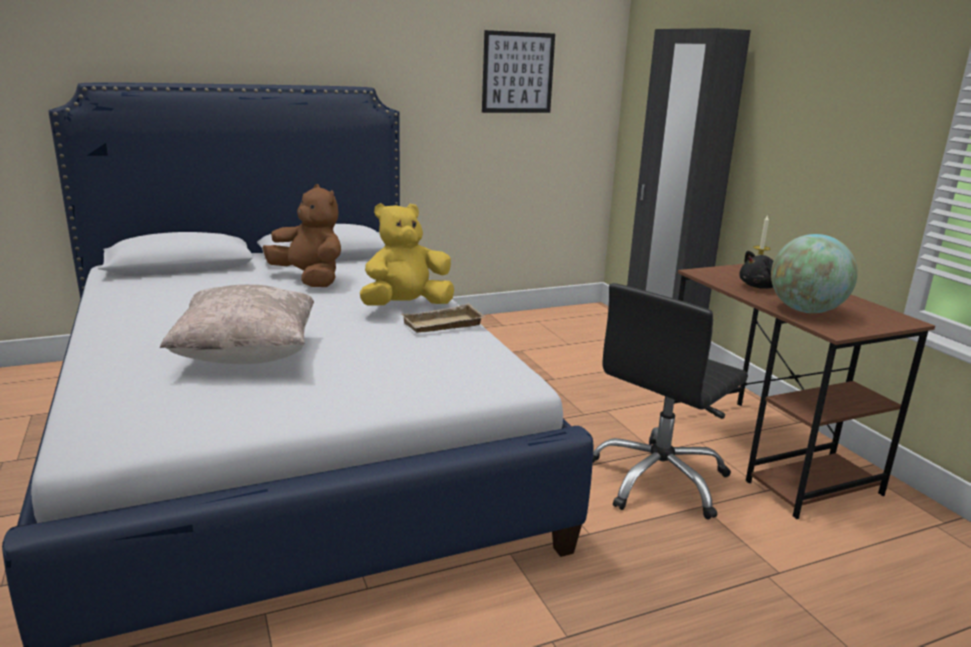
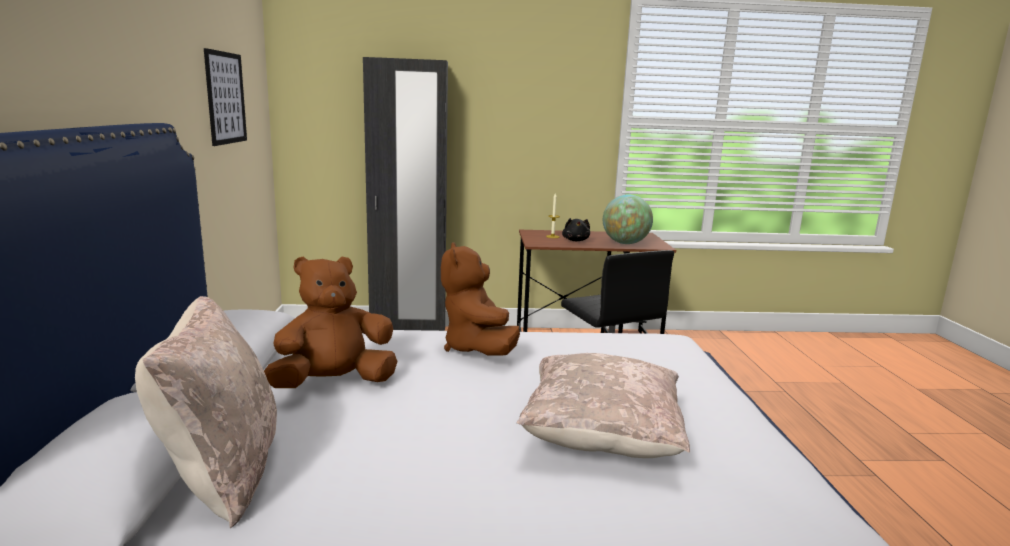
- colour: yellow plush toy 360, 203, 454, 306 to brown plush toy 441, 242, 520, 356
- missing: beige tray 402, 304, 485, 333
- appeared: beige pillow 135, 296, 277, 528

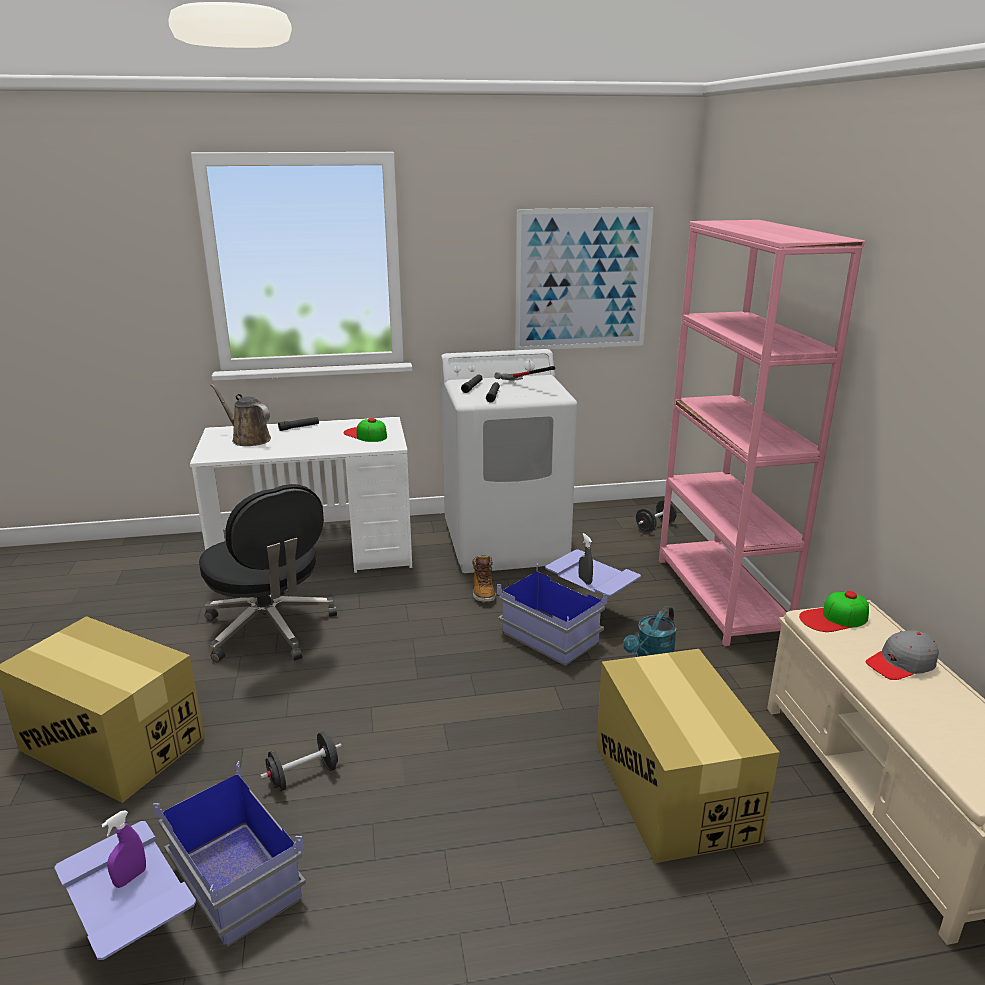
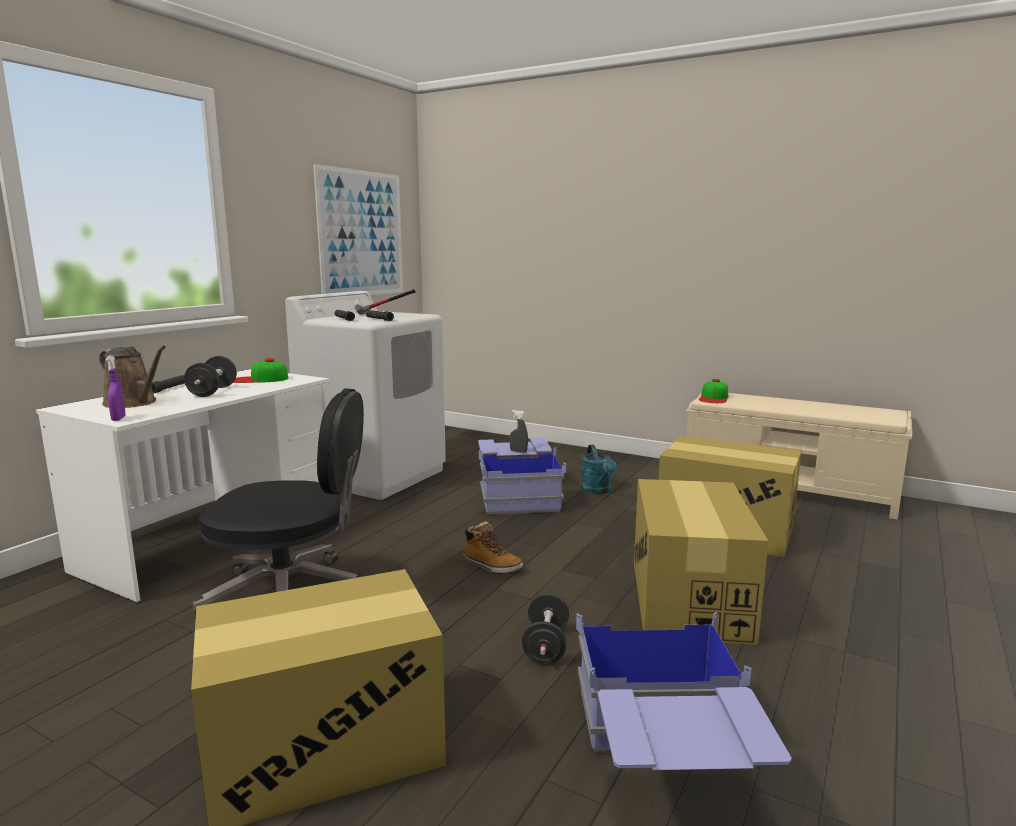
- missing: pink bookcase 659, 220, 865, 646
- spun: brown watering can 211, 384, 271, 446 = 99, 346, 166, 408 135 degrees counterclockwise
- relocated: black dumbbell 636, 500, 677, 532 to 184, 356, 237, 397
- relocated: boot 472, 556, 496, 602 to 463, 522, 523, 574
- missing: grey cap 865, 630, 939, 680
- relocated: purple spray bottle 101, 810, 146, 888 to 106, 355, 125, 421
- appeared: cardboard box 634, 479, 768, 645

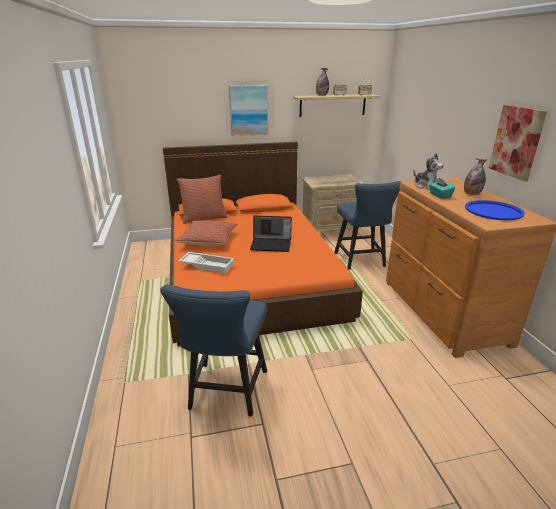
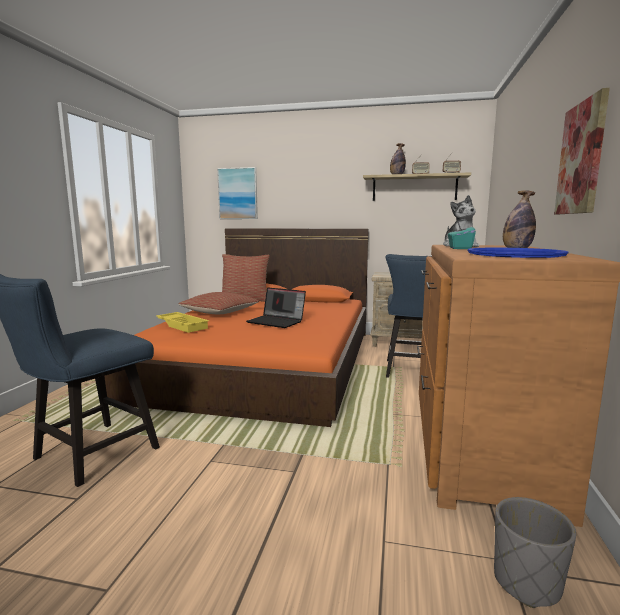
- relocated: picture 229, 85, 268, 136 to 217, 167, 258, 219
- colour: white tray 179, 252, 234, 273 to yellow tray 157, 312, 209, 333
- appeared: grey planter 494, 497, 576, 608

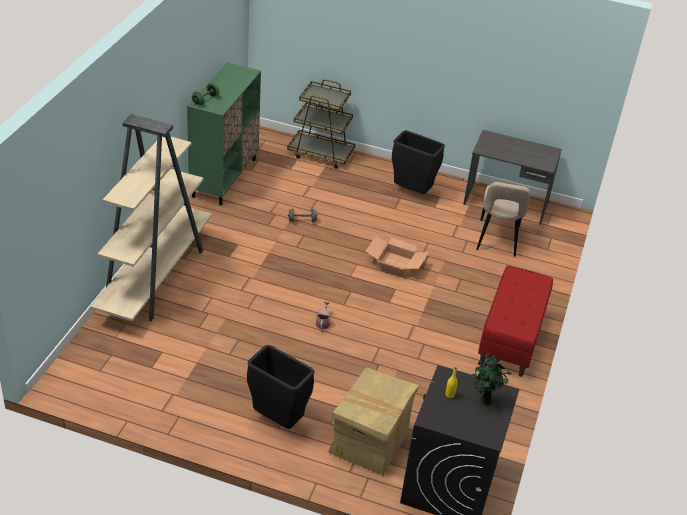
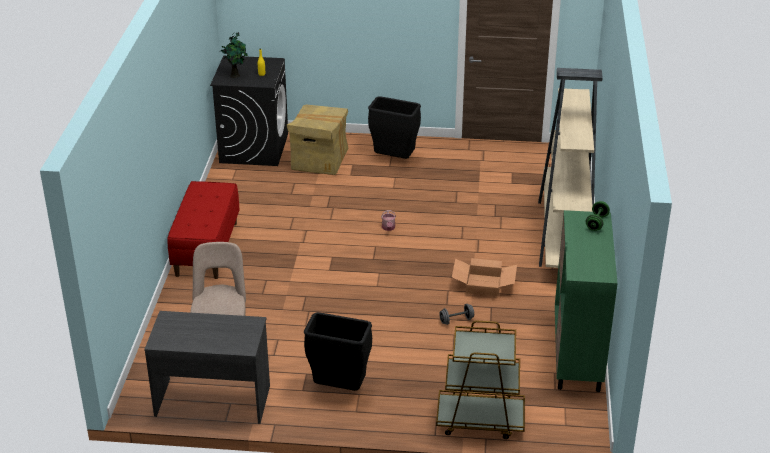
- relocated: cardboard box 366, 235, 429, 277 to 452, 258, 517, 296

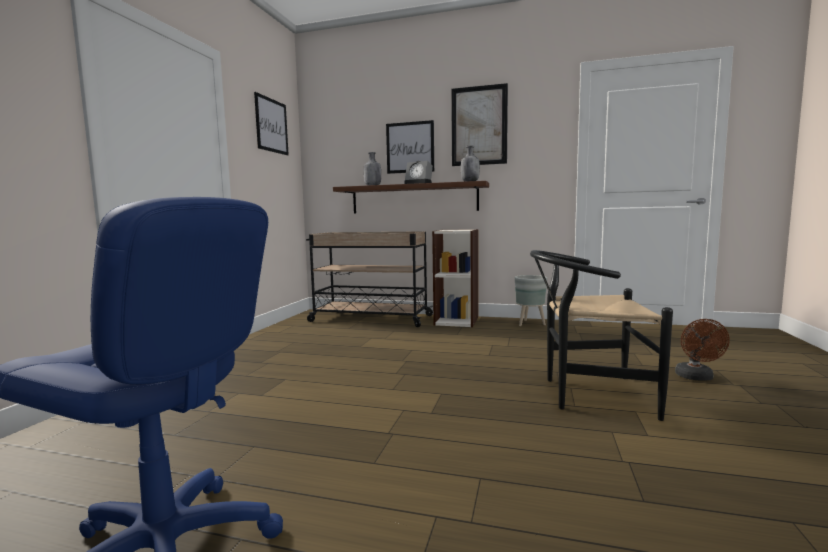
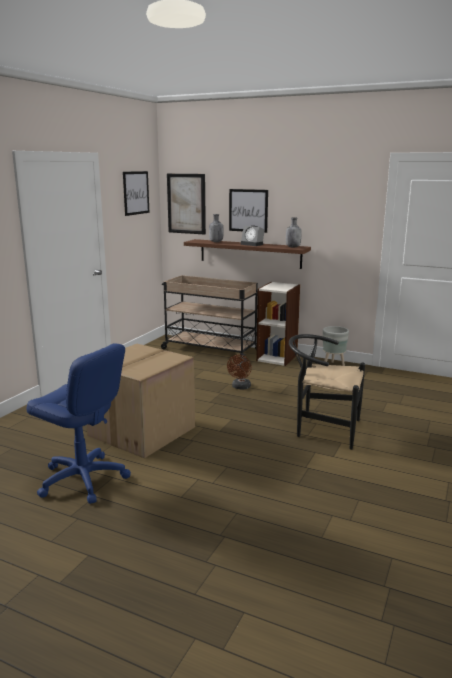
- relocated: picture 451, 83, 508, 166 to 167, 174, 206, 235
- relocated: brown fan 675, 319, 730, 381 to 227, 355, 252, 389
- appeared: cardboard box 87, 344, 195, 458

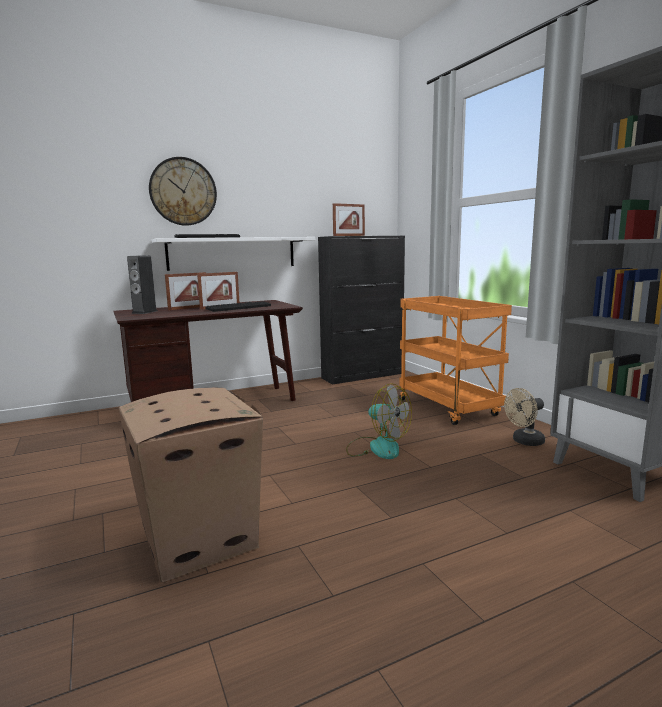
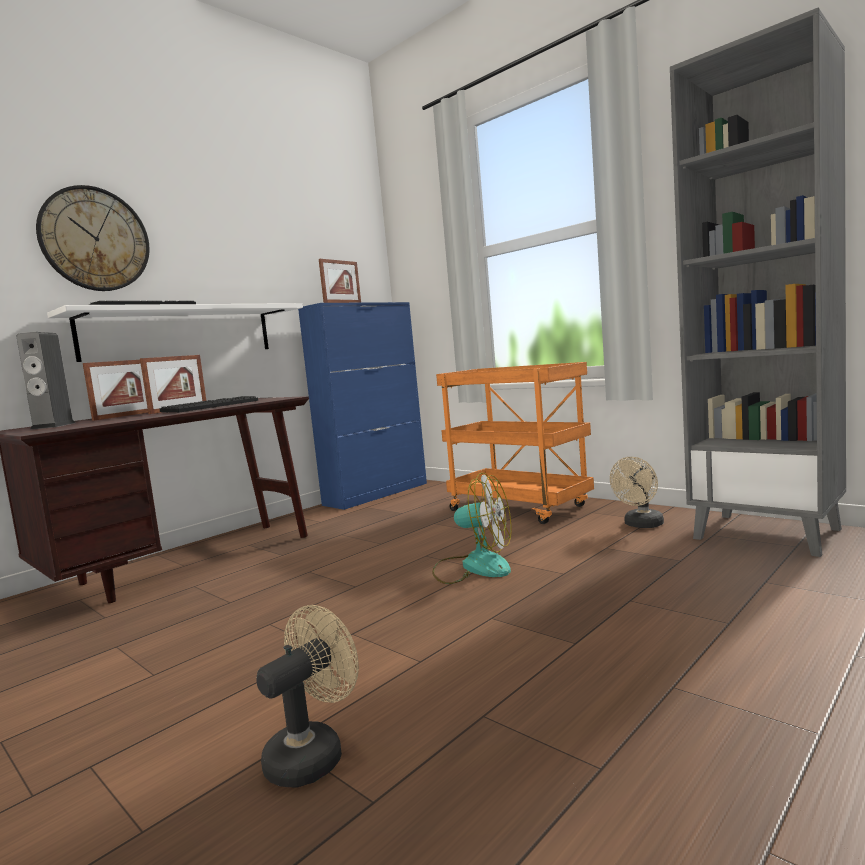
- colour: black cabinet 318, 236, 405, 385 to blue cabinet 298, 302, 427, 510
- exchanged: cardboard box 119, 388, 263, 582 to beige fan 256, 605, 359, 787

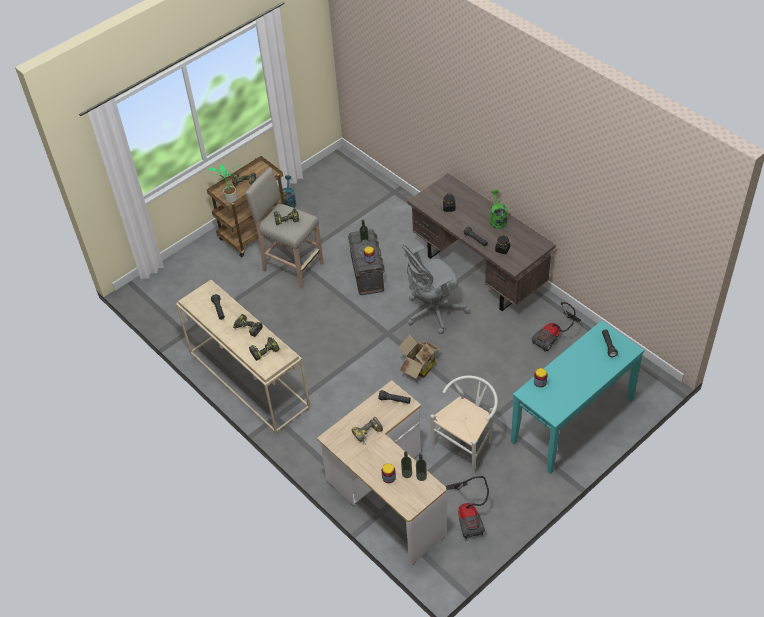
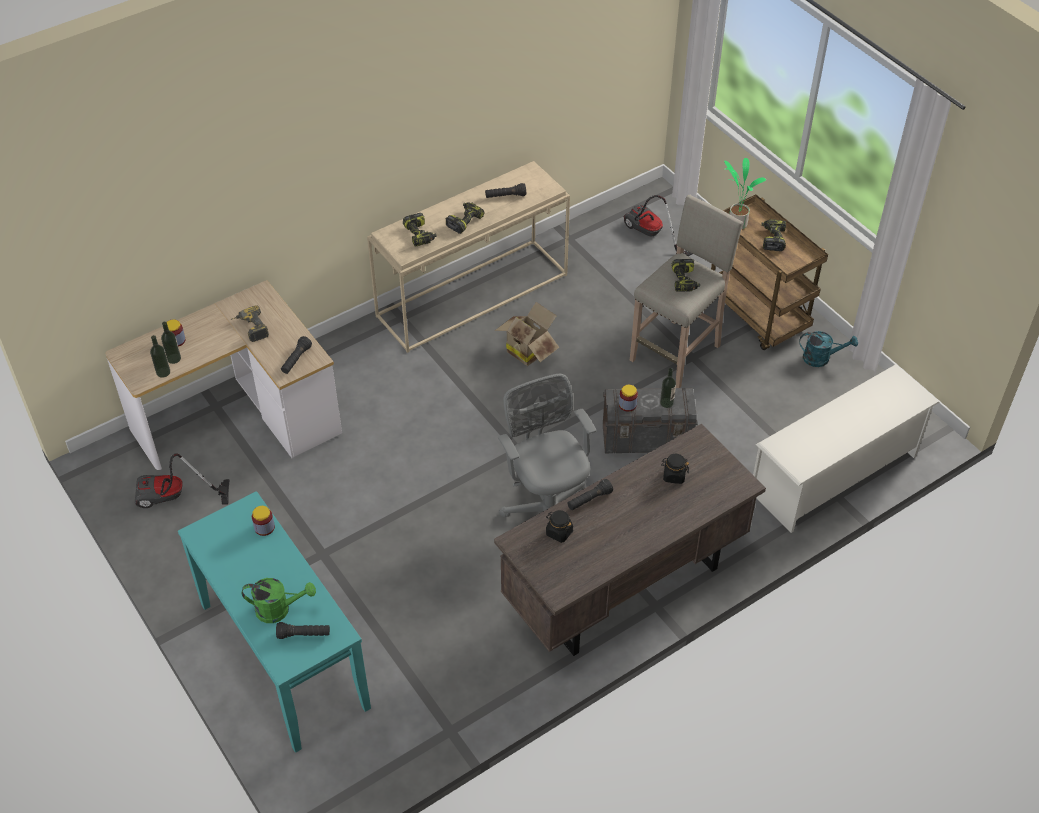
- relocated: green watering can 490, 190, 508, 229 to 242, 578, 316, 623
- relocated: vacuum cleaner 532, 302, 581, 352 to 623, 195, 693, 256
- relocated: cardboard box 398, 334, 440, 378 to 495, 302, 559, 366
- missing: white chair 430, 375, 498, 473
- appeared: white shoe rack 753, 364, 940, 533

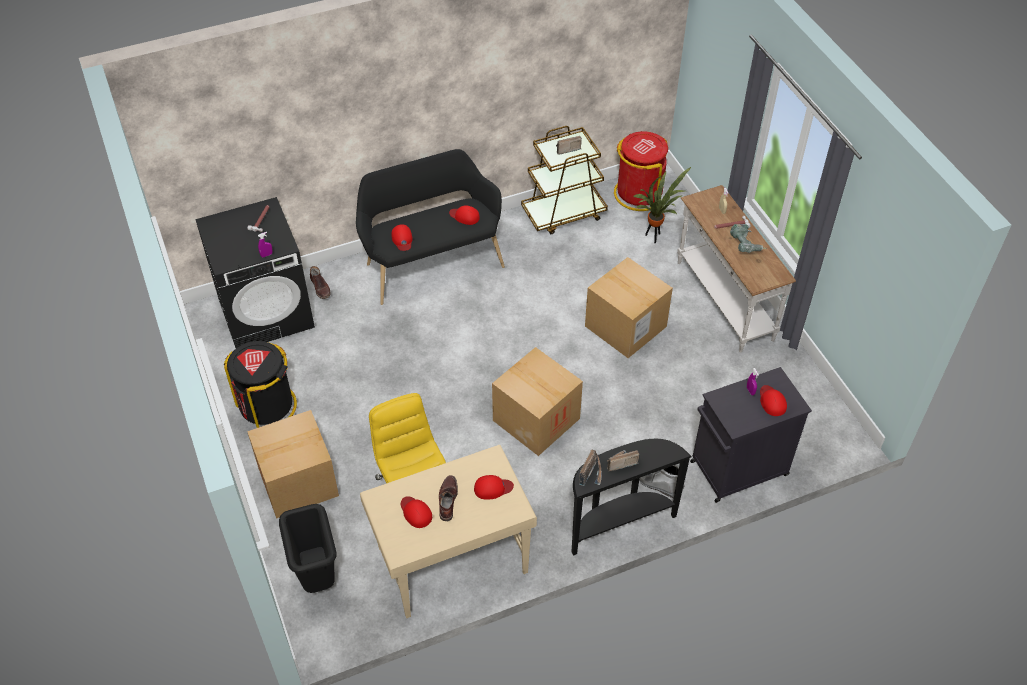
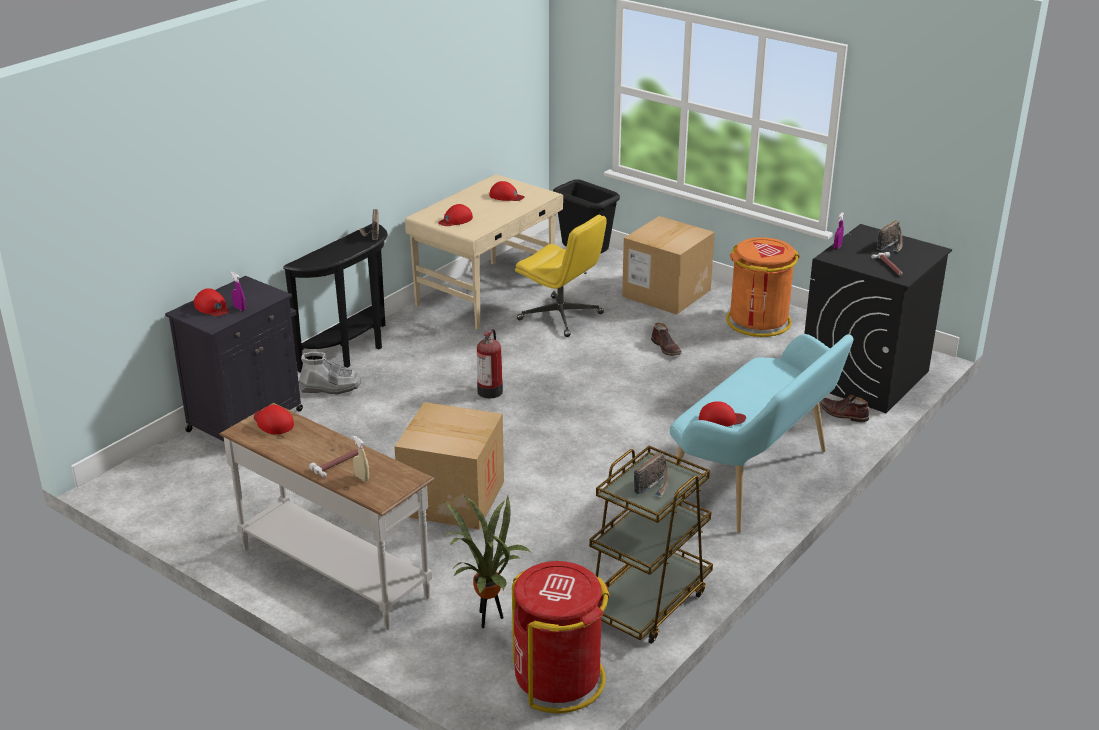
- colour: black bench 356, 149, 505, 305 to turquoise bench 670, 334, 853, 533
- relocated: red cap 392, 224, 413, 251 to 254, 405, 294, 435
- missing: power drill 730, 224, 767, 253
- colour: black trash can 224, 341, 297, 428 to orange trash can 726, 237, 800, 337
- exchanged: cardboard box 492, 347, 583, 456 to fire extinguisher 477, 329, 503, 398
- relocated: radio 607, 450, 640, 472 to 877, 220, 903, 252
- relocated: brown boot 439, 475, 458, 521 to 651, 323, 682, 356

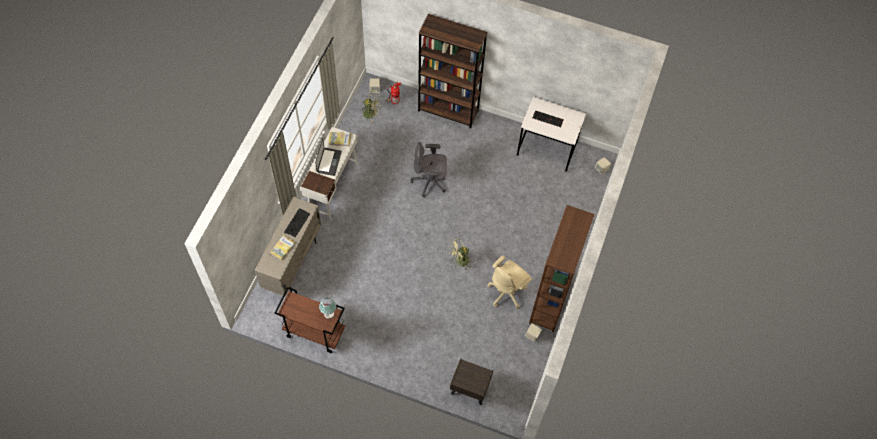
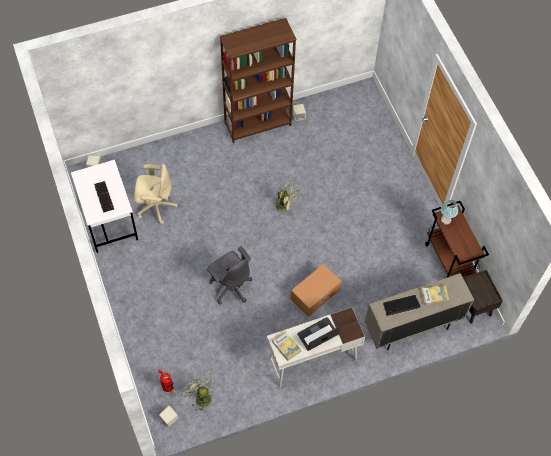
- missing: brown bookcase 418, 14, 488, 129
- relocated: beige office chair 487, 255, 532, 309 to 134, 164, 177, 224
- relocated: brown nightstand 450, 358, 493, 405 to 463, 270, 503, 323
- appeared: cardboard box 291, 264, 342, 317

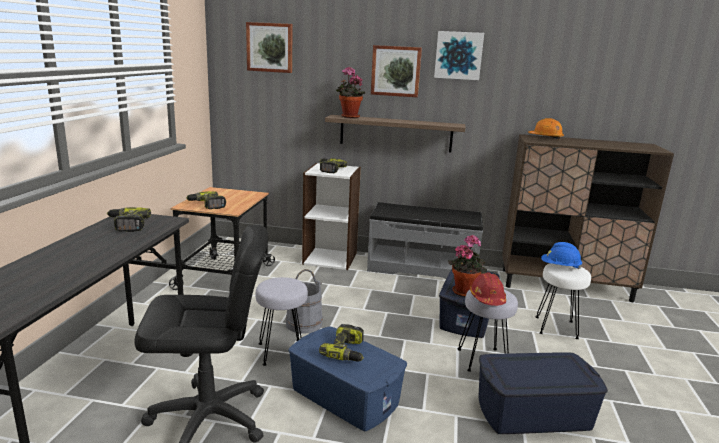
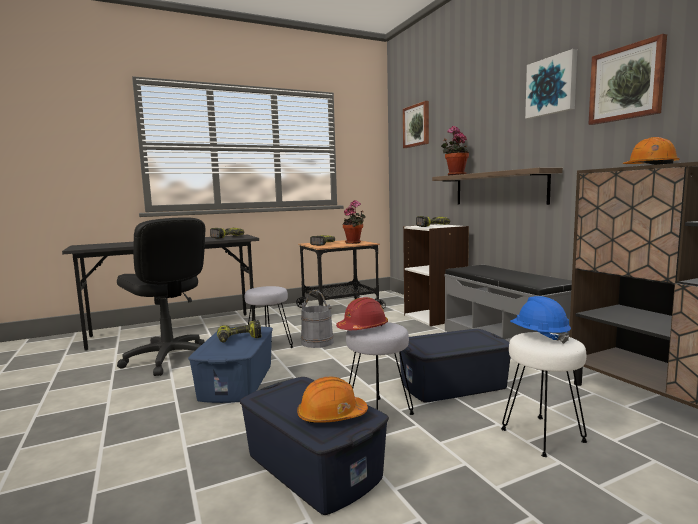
- relocated: picture 371, 45, 422, 98 to 588, 34, 667, 125
- relocated: potted plant 448, 234, 487, 297 to 343, 200, 366, 244
- appeared: orange hard hat 297, 376, 368, 423

